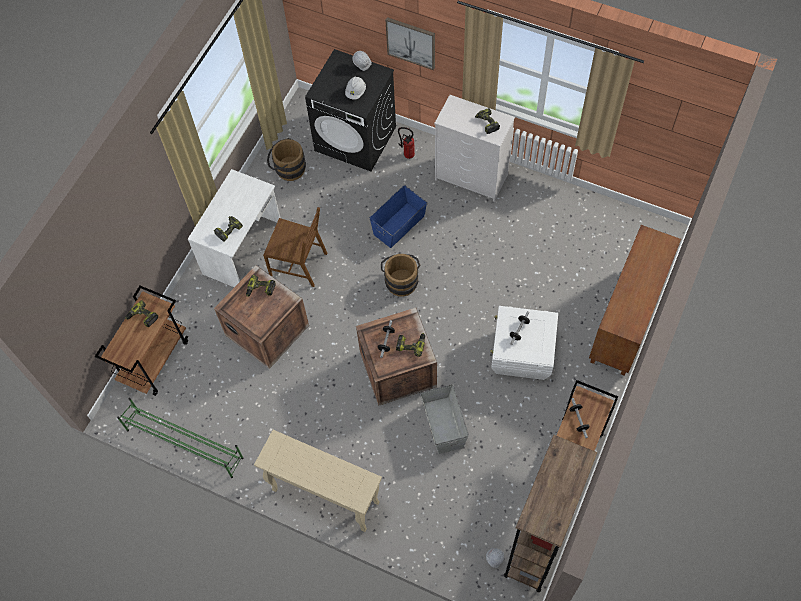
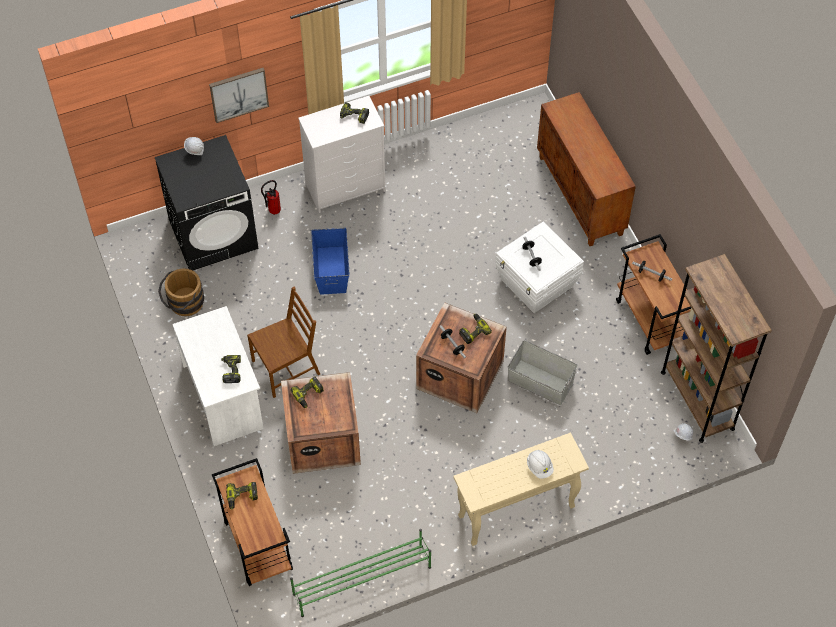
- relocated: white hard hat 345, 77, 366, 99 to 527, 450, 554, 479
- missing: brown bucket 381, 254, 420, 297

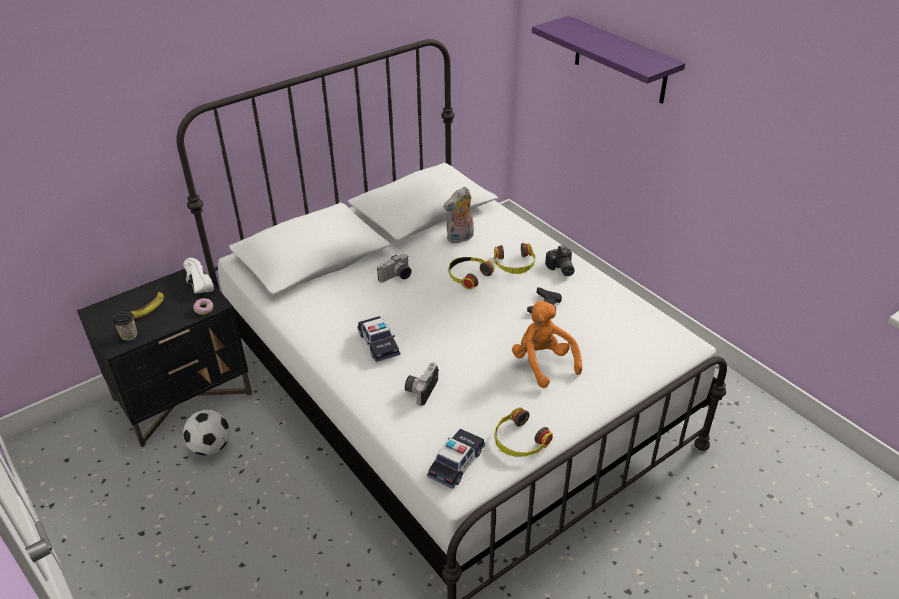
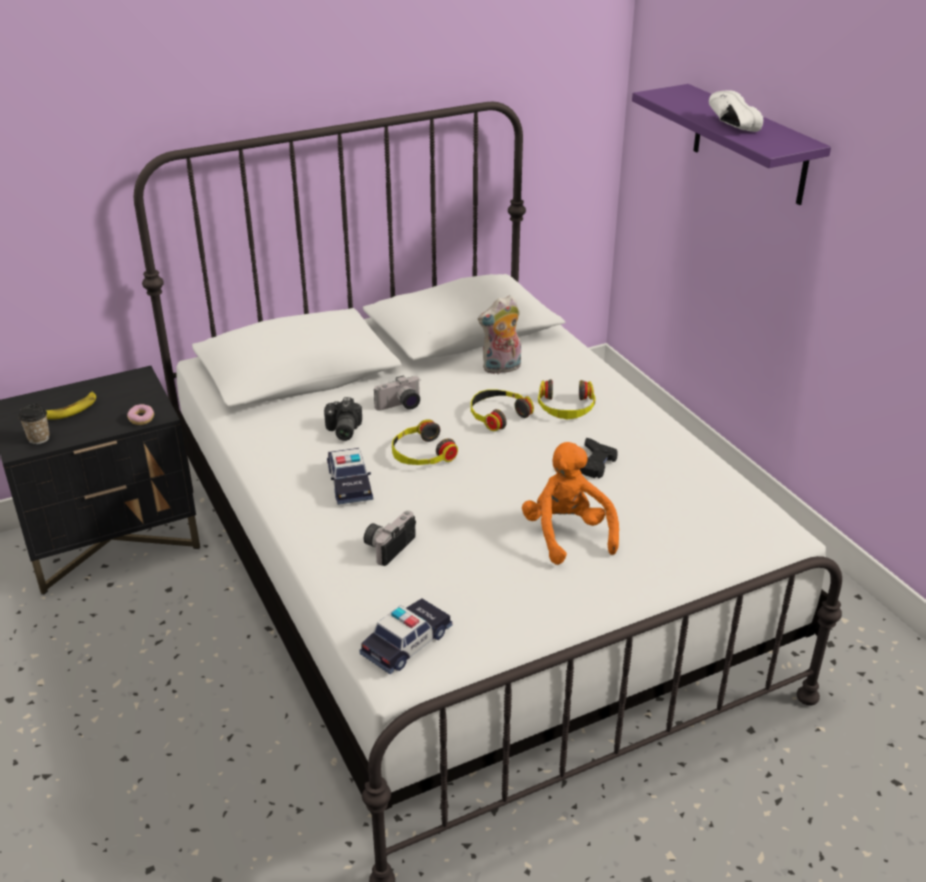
- relocated: photo camera 545, 245, 574, 276 to 324, 397, 362, 441
- relocated: white shoe 183, 258, 214, 294 to 709, 90, 763, 132
- relocated: headphones 495, 408, 553, 457 to 392, 419, 458, 465
- missing: football 183, 410, 230, 456

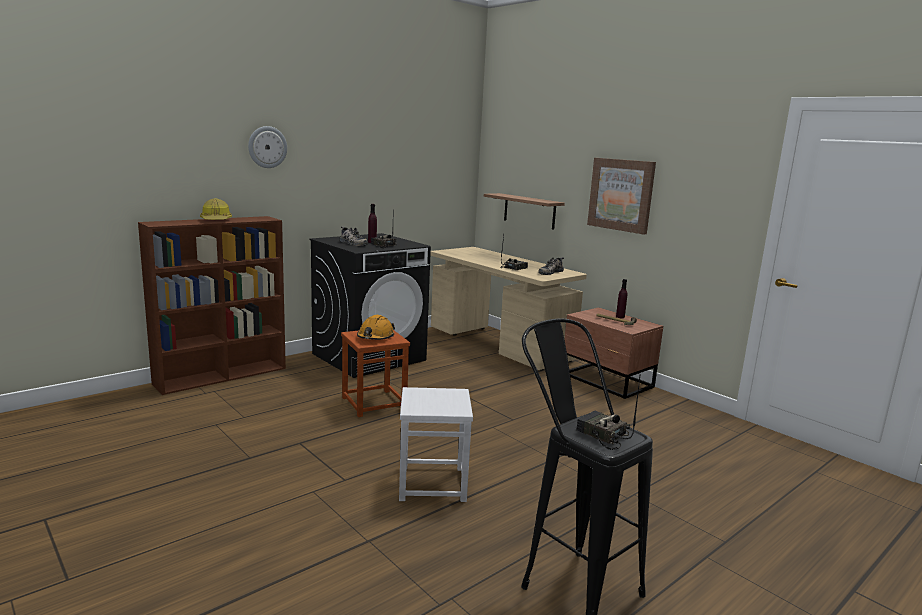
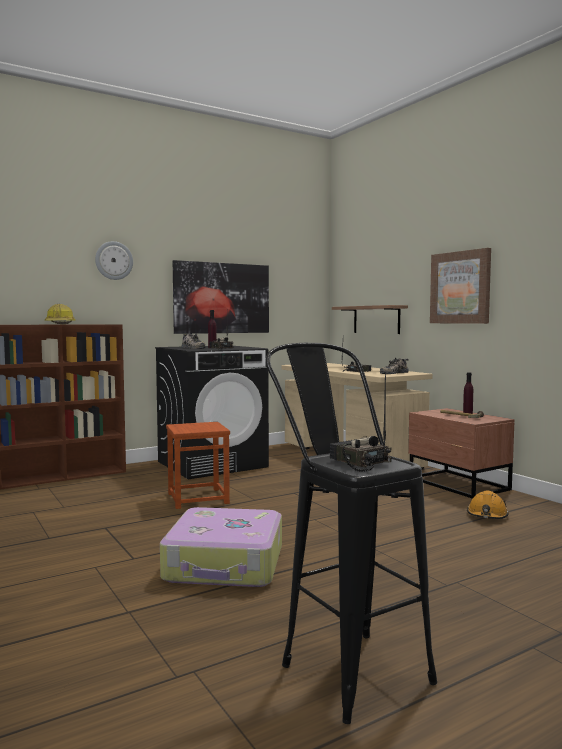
- relocated: orange hard hat 357, 315, 395, 340 to 467, 490, 509, 519
- exchanged: white stool 399, 387, 473, 502 to suitcase 160, 507, 282, 587
- appeared: picture 173, 260, 269, 334

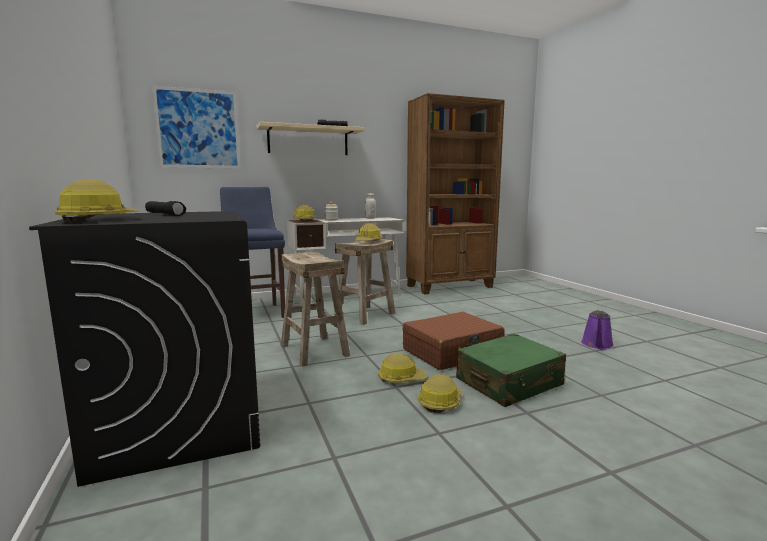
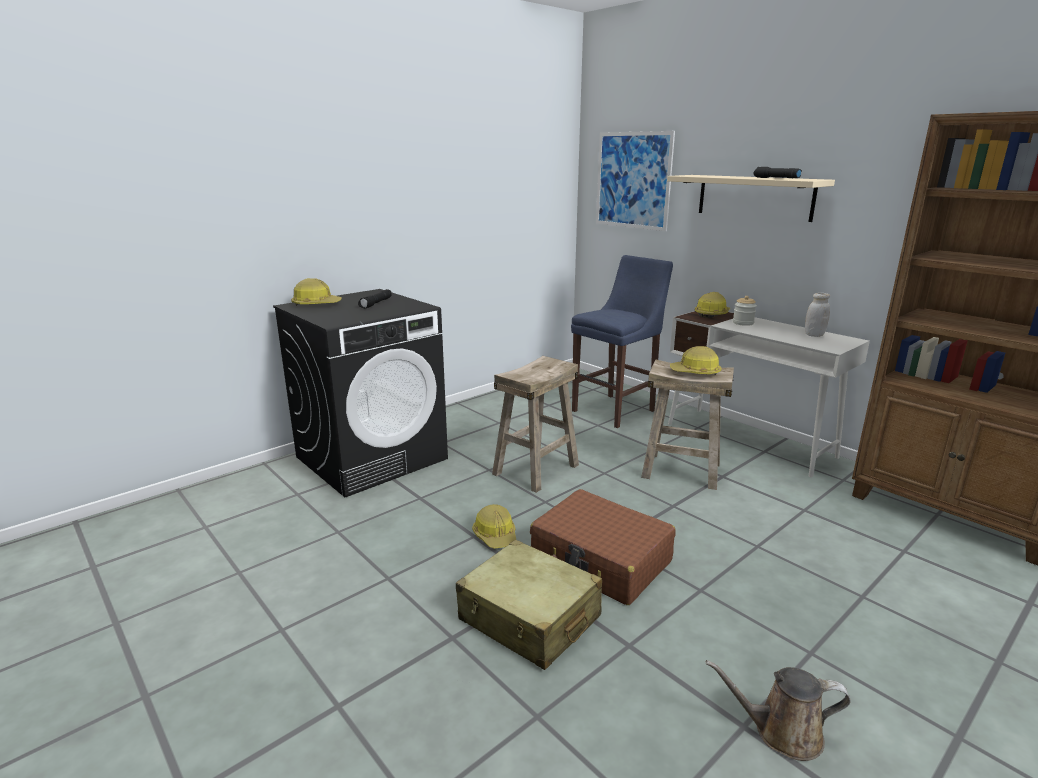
- colour: purple watering can 581, 310, 614, 349 to brown watering can 706, 660, 851, 761
- colour: green suitcase 456, 333, 566, 407 to beige suitcase 456, 540, 602, 670
- missing: hard hat 418, 374, 462, 413

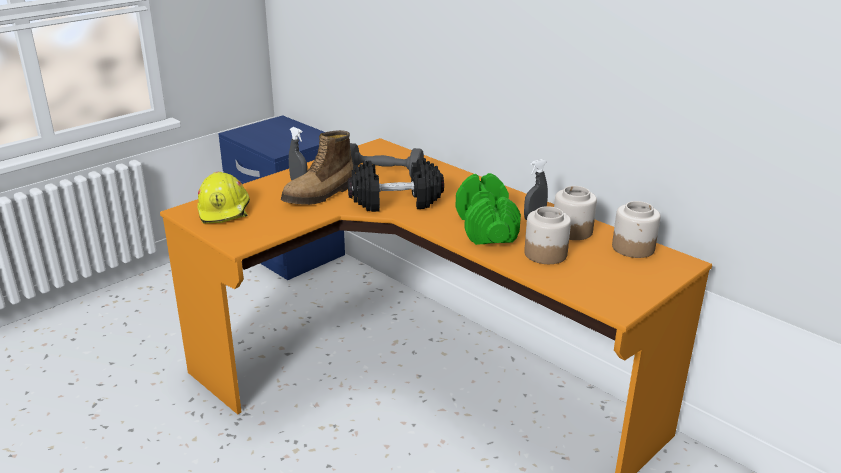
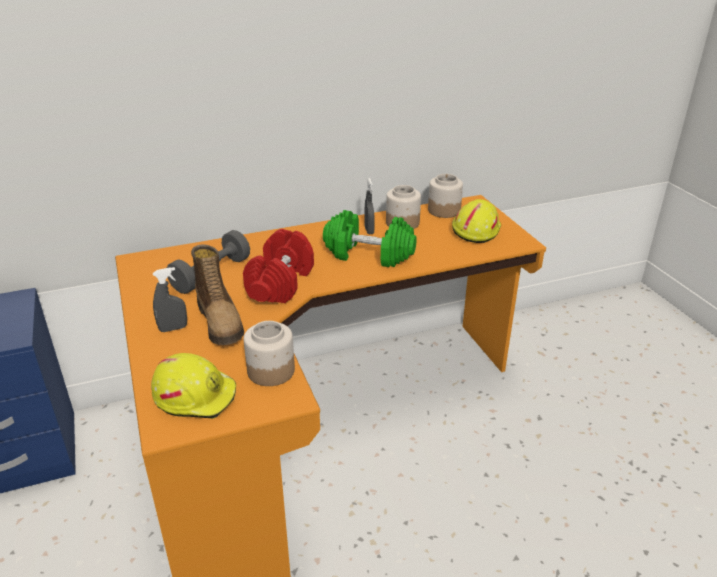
- colour: black dumbbell 348, 158, 444, 212 to red dumbbell 243, 229, 314, 303
- relocated: jar 524, 206, 571, 264 to 244, 321, 295, 386
- appeared: yellow hard hat 452, 199, 501, 243

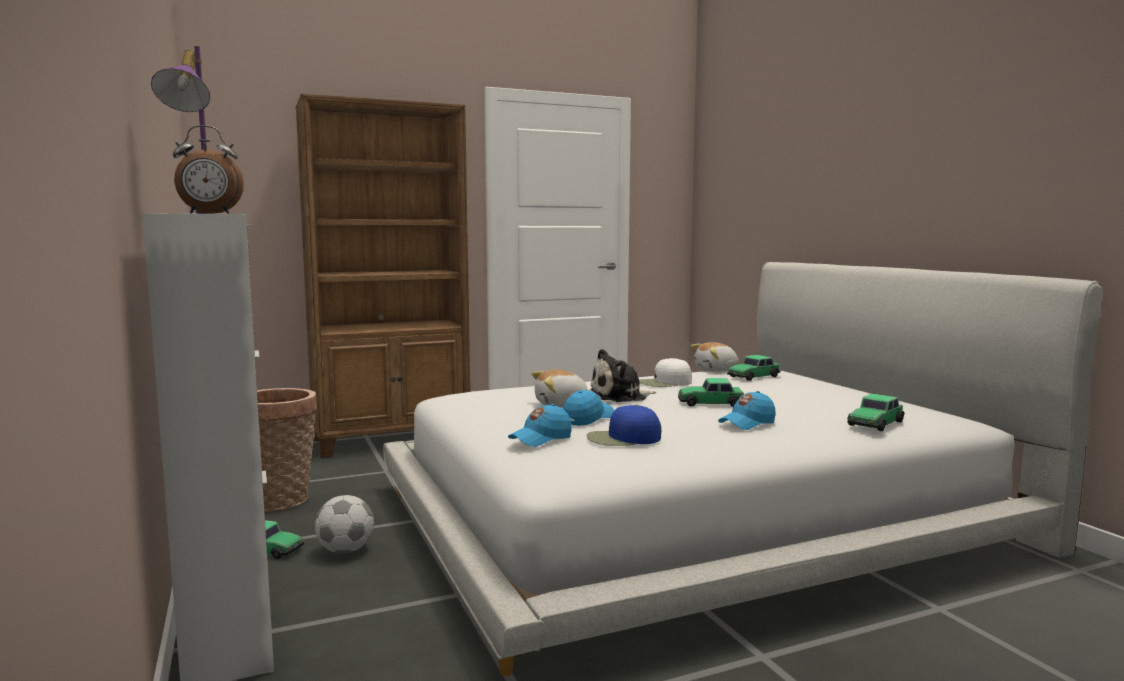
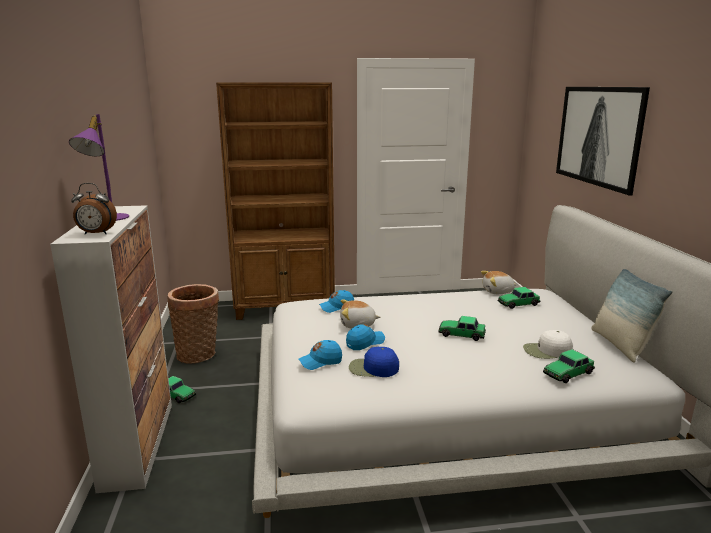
- missing: plush toy 590, 349, 656, 402
- relocated: white cap 639, 358, 692, 387 to 523, 330, 573, 359
- relocated: blue cap 718, 391, 776, 430 to 319, 290, 354, 313
- missing: football 315, 495, 374, 554
- appeared: picture 556, 87, 650, 196
- appeared: pillow 591, 269, 673, 363

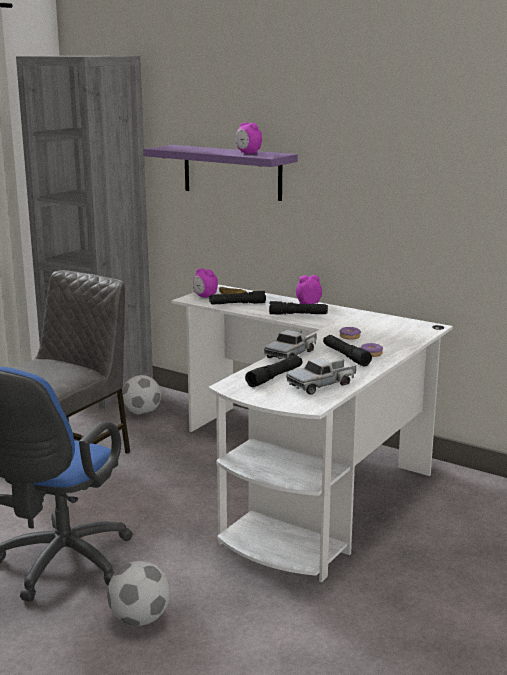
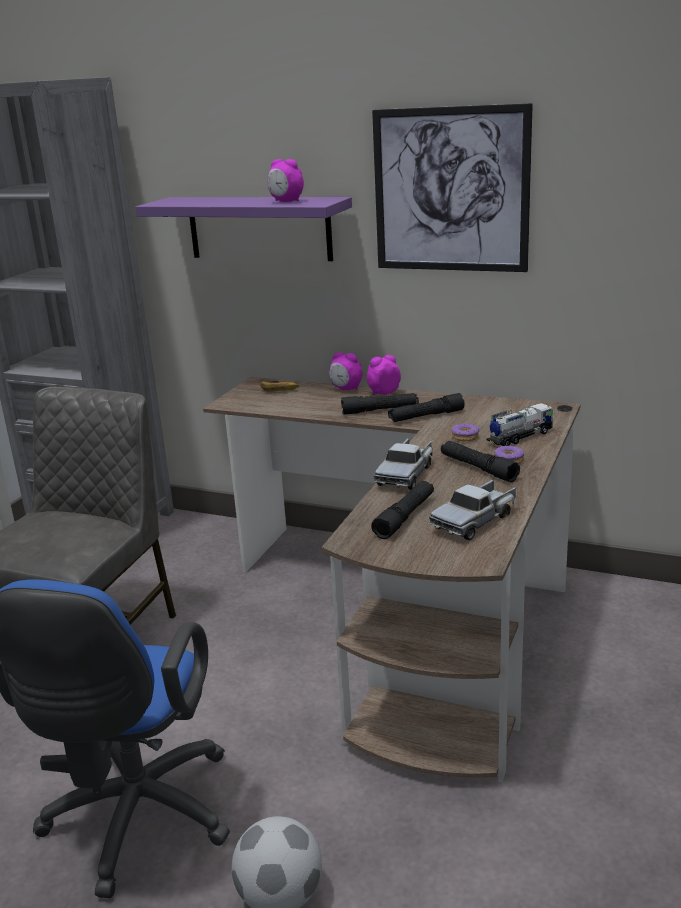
- relocated: alarm clock 193, 268, 218, 298 to 329, 352, 363, 390
- colour: white desk 172, 285, 453, 582 to brown desk 203, 377, 581, 783
- relocated: black flashlight 209, 291, 266, 305 to 388, 393, 465, 422
- missing: football 122, 375, 161, 415
- appeared: picture 372, 103, 533, 272
- appeared: toy truck 486, 403, 553, 446

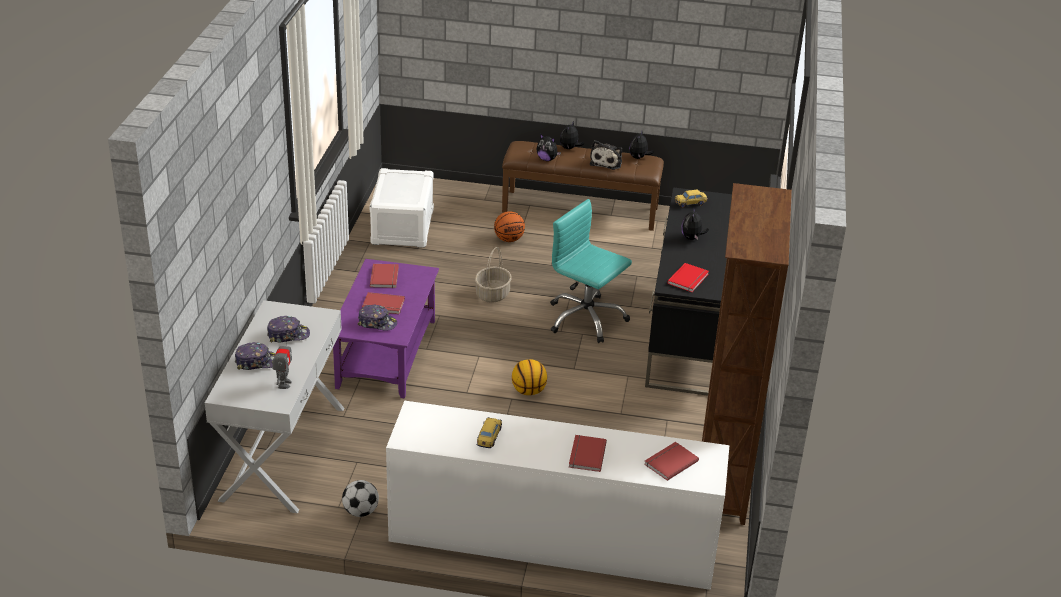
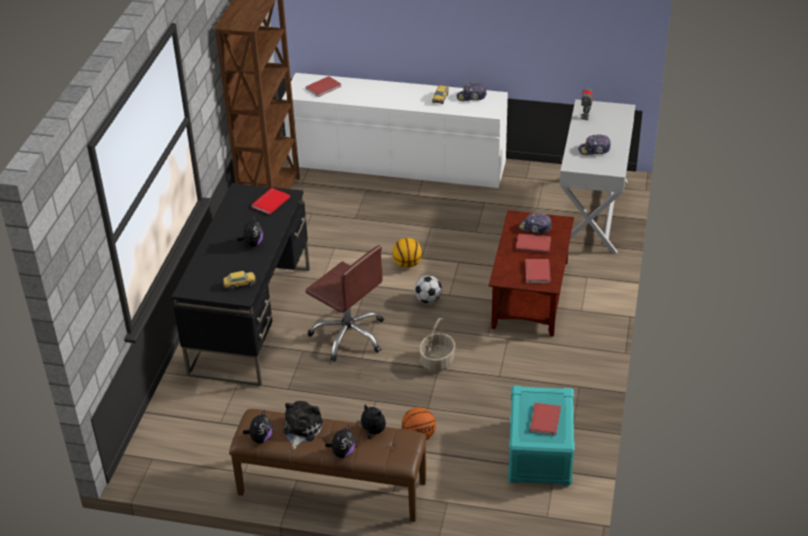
- colour: white storage box 369, 168, 434, 248 to turquoise storage box 508, 386, 575, 486
- colour: turquoise office chair 550, 199, 632, 343 to brown office chair 305, 245, 384, 361
- colour: purple coffee table 333, 259, 439, 398 to brown coffee table 489, 210, 574, 337
- relocated: cap 235, 342, 275, 370 to 457, 82, 487, 101
- relocated: red book 569, 435, 607, 472 to 529, 403, 561, 436
- relocated: football 342, 480, 379, 517 to 414, 275, 442, 303

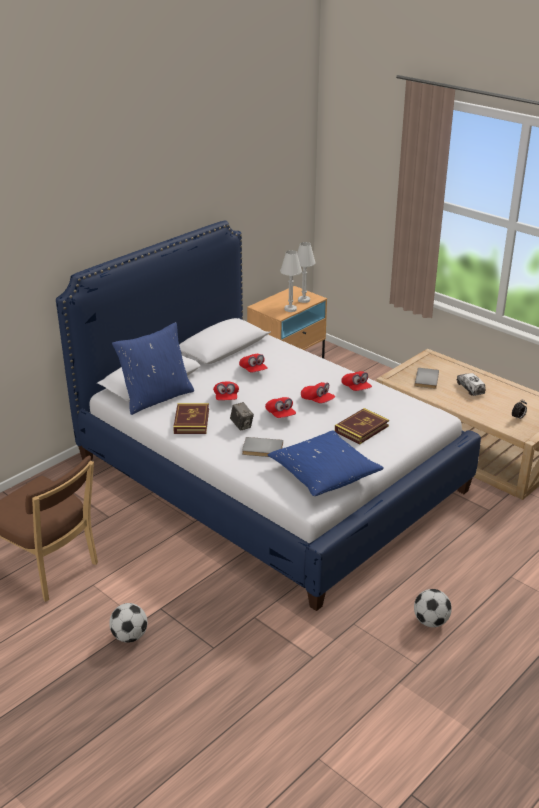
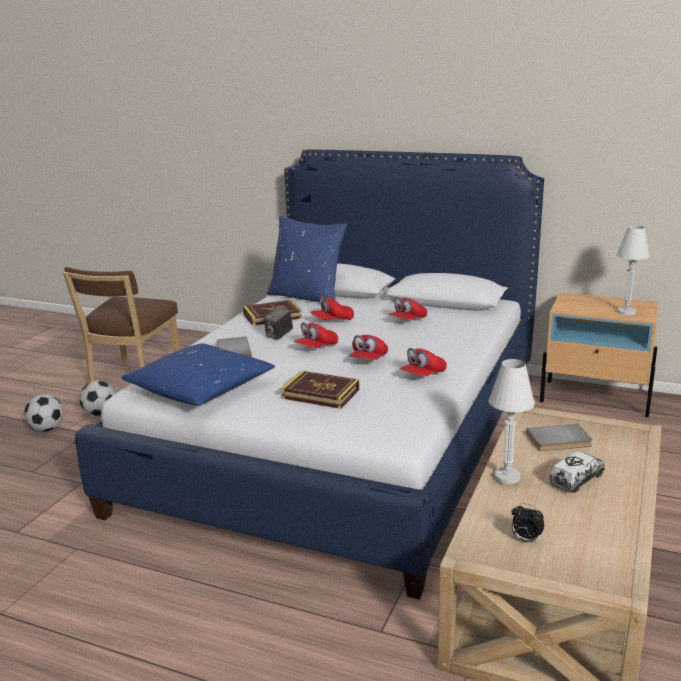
- relocated: white table lamp 280, 250, 302, 312 to 489, 359, 535, 484
- relocated: football 414, 589, 452, 627 to 79, 380, 115, 416

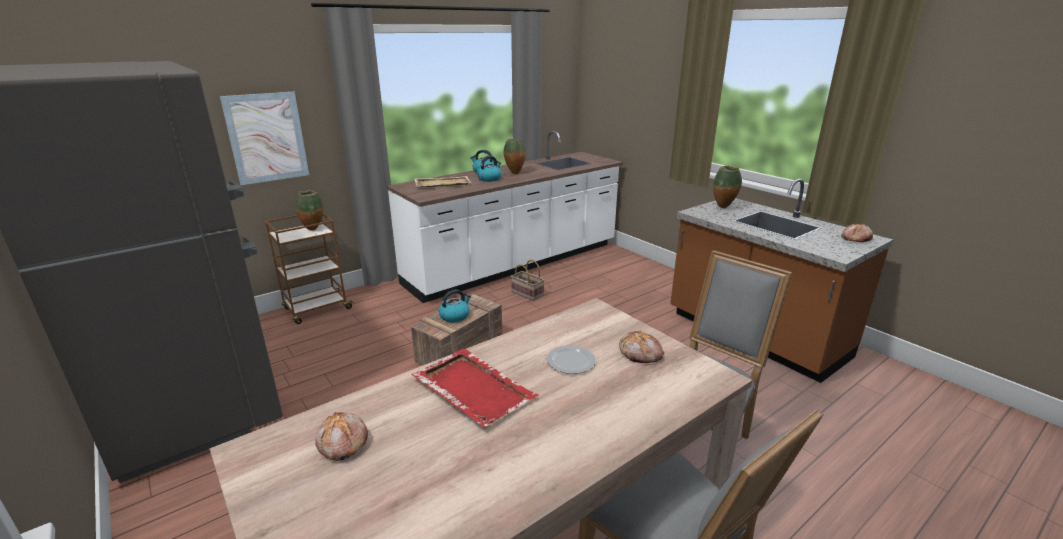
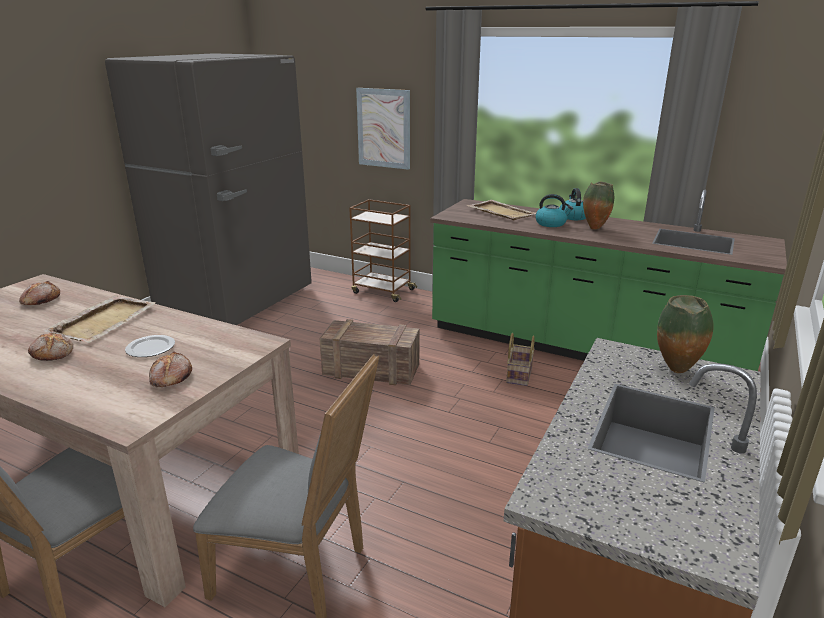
- colour: white counter 387, 131, 623, 303 to green counter 430, 190, 787, 371
- missing: vase 296, 190, 323, 231
- relocated: bread 841, 224, 873, 242 to 28, 332, 73, 361
- missing: kettle 438, 289, 471, 323
- colour: red tray 411, 348, 539, 427 to beige tray 44, 295, 156, 343

